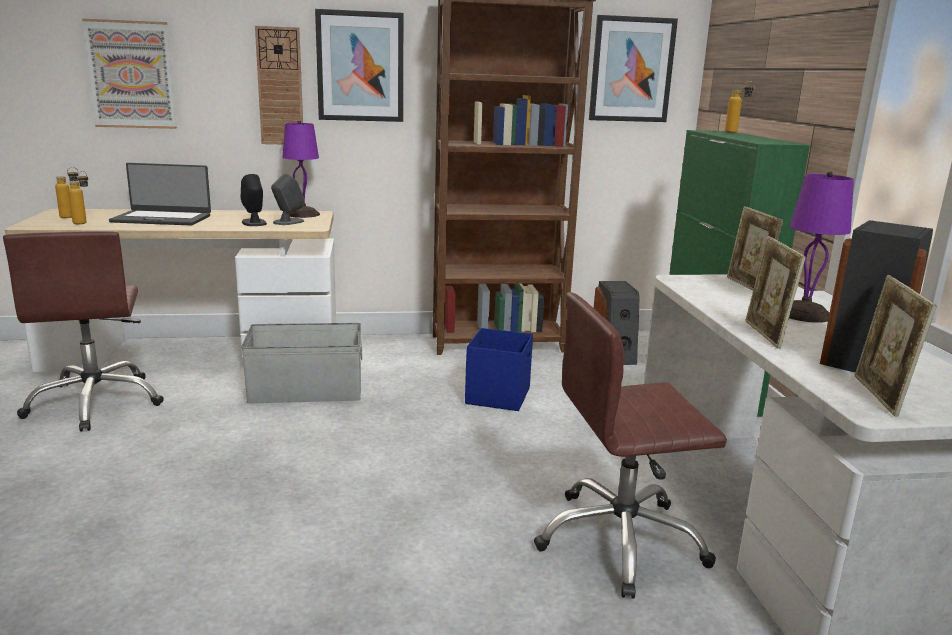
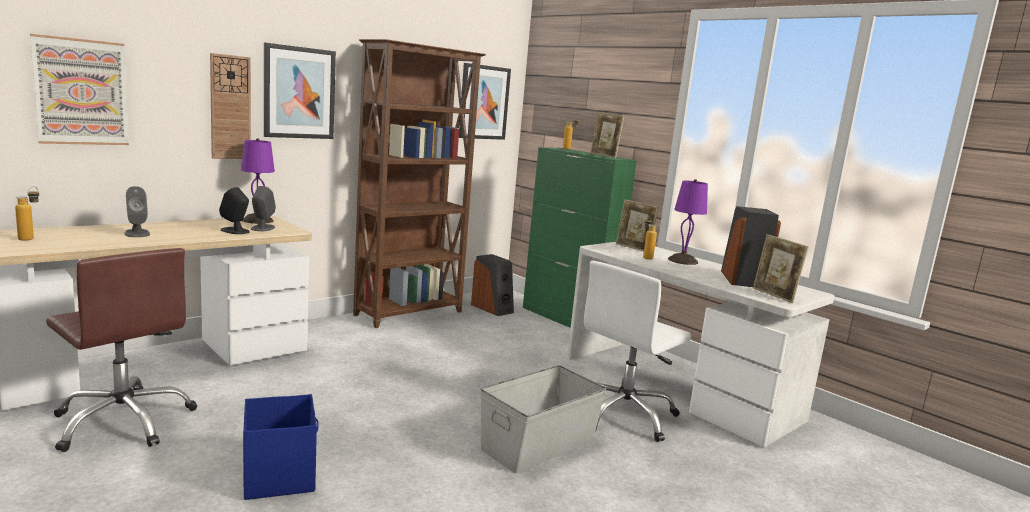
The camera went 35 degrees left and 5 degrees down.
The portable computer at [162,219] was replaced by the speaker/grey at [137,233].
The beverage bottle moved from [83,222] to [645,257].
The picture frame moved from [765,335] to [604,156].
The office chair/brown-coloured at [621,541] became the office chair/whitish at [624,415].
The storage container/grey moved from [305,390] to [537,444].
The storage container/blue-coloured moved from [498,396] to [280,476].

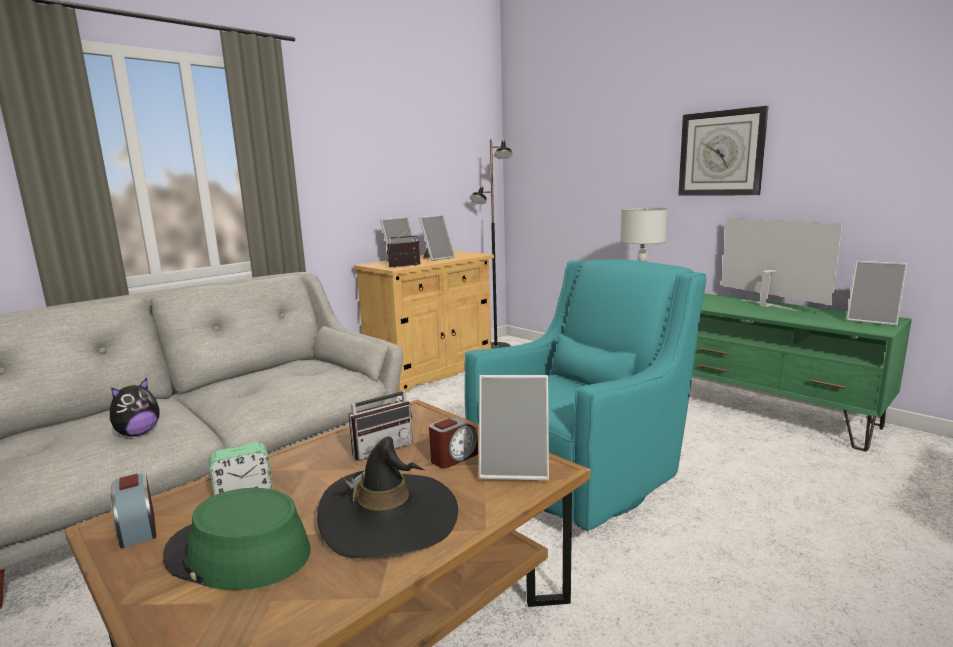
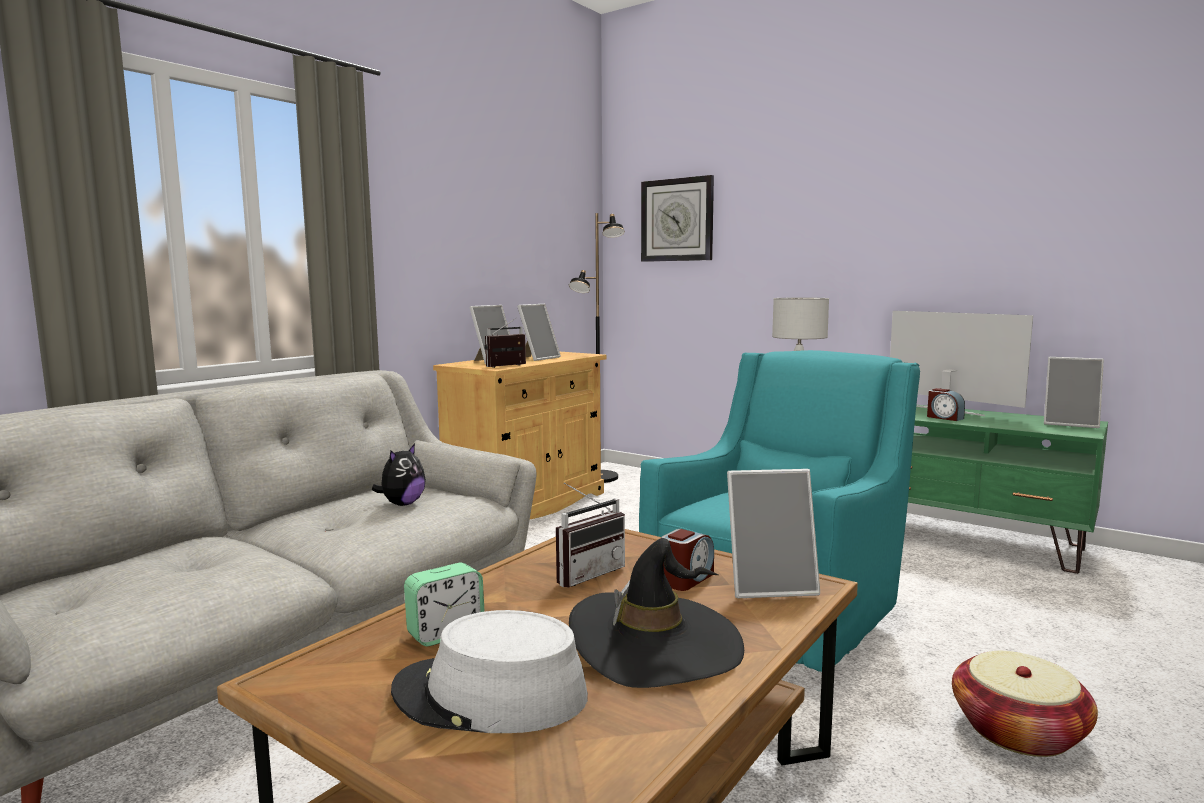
The camera went 10 degrees left and 5 degrees down.
The wall clock moved from [721,153] to [677,220].
The soft toy moved from [138,433] to [402,504].
The bedside clock moved from [137,529] to [944,418].
The hat/greenish at [238,553] became the hat/grey at [490,695].
The household basket at [1018,731] appeared.

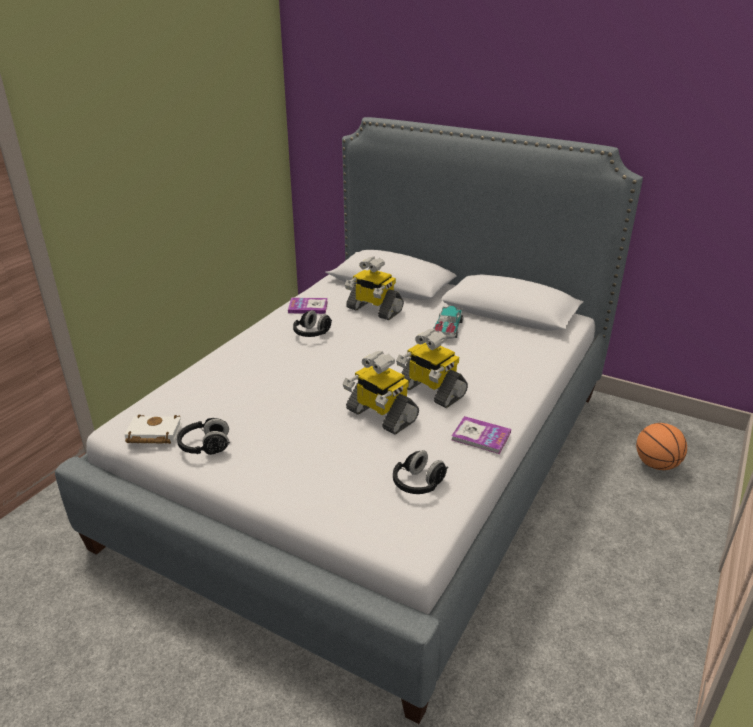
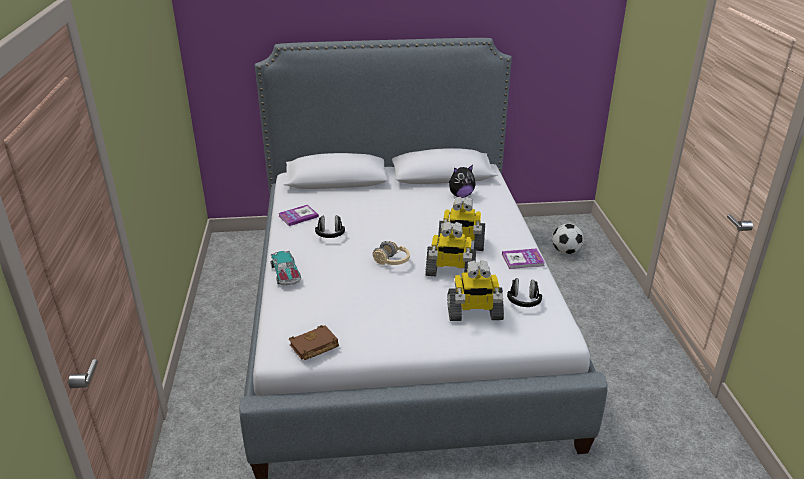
The camera went 35 degrees left and 0 degrees up.
The robot figure moved from [373,310] to [474,313].
The model car moved from [447,329] to [286,274].
The volume/whitish at [152,434] became the volume/brown-coloured at [313,347].
The headphones/blackish at [205,447] disappeared.
The ball for basketball at [656,464] was replaced by the football at [566,251].
The soft toy at [461,195] appeared.
The headphones/sand-coloured at [392,262] appeared.

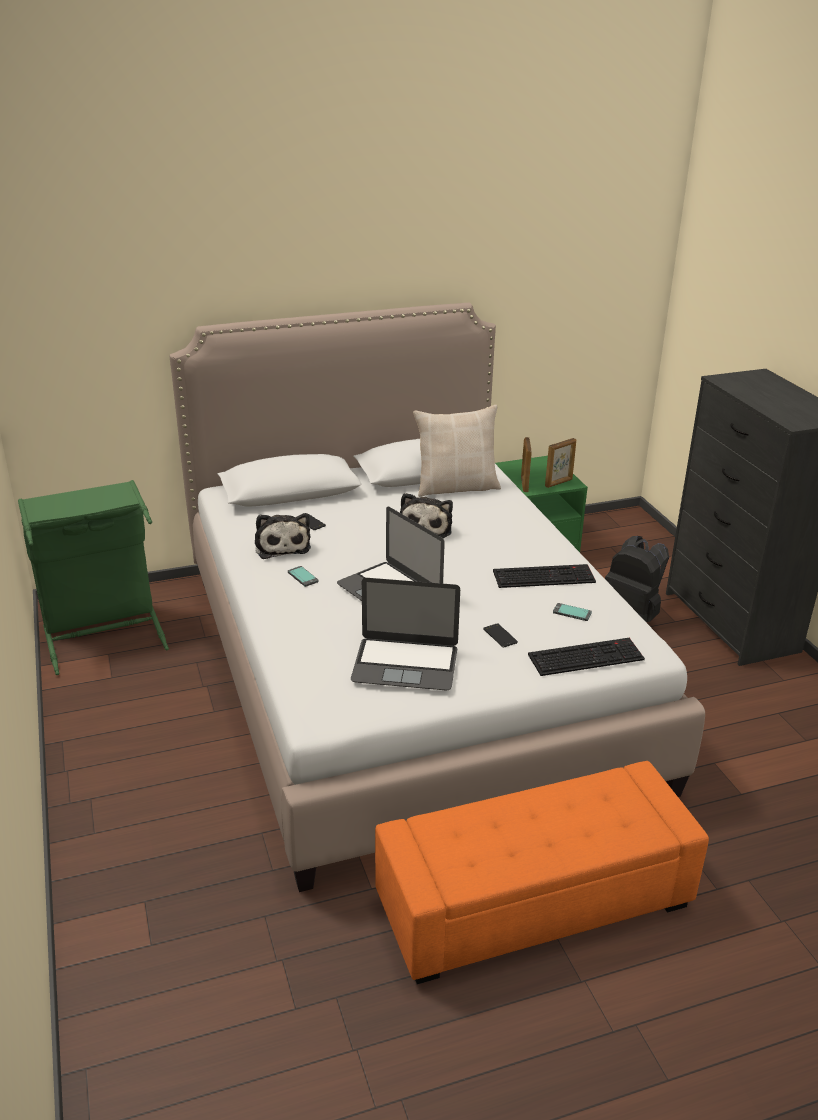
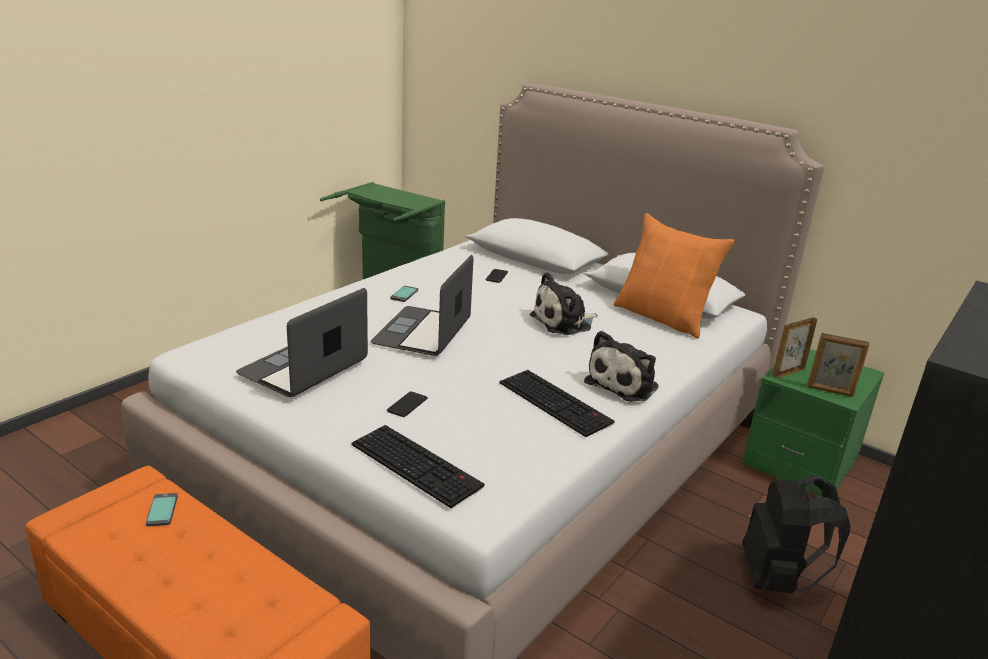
The camera went 55 degrees right and 5 degrees down.
The pillow/sand-coloured at [456,487] became the pillow/orange-coloured at [663,317].
The soft toy moved from [281,545] to [624,384].
The portable computer at [405,664] turned 60 degrees clockwise.
The phone moved from [572,613] to [162,510].

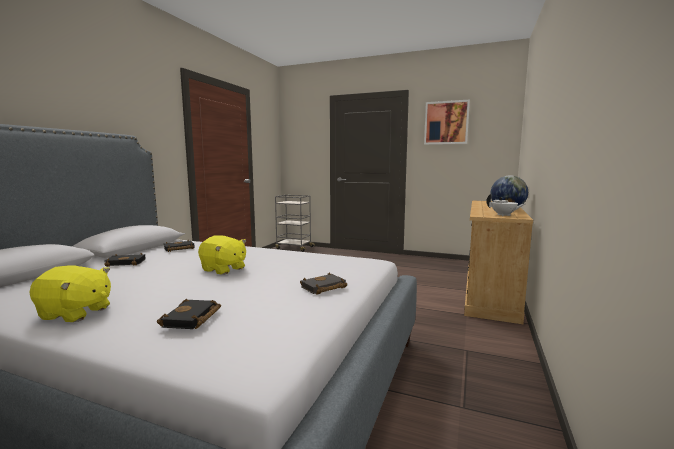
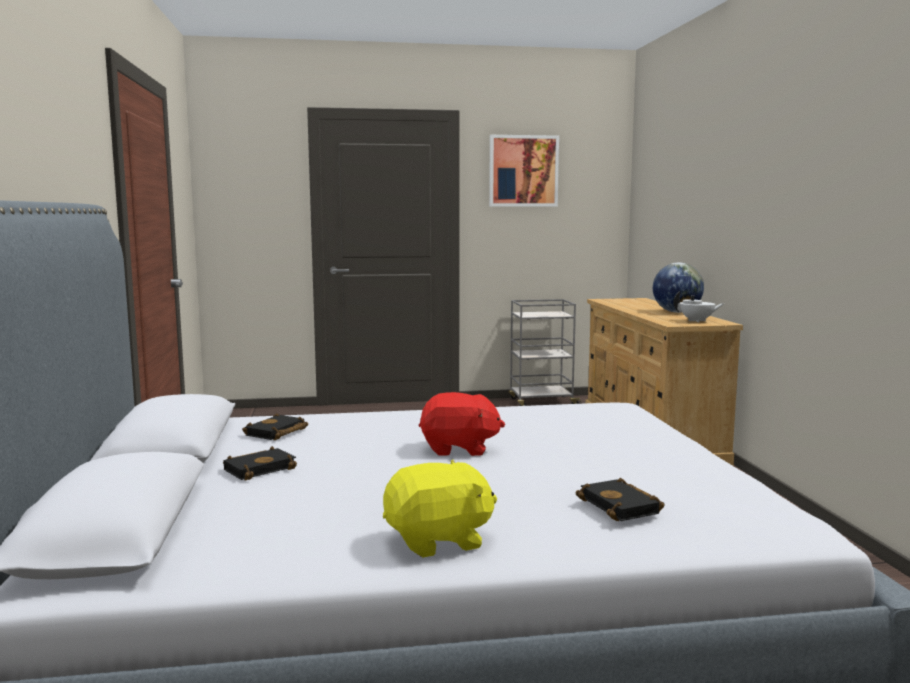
The camera went 30 degrees left and 0 degrees up.
The trolley/grey moved from [294,248] to [541,402].
The soft toy/yellowish at [223,269] became the soft toy/reddish at [459,449].
The volume/blackish at [323,288] disappeared.

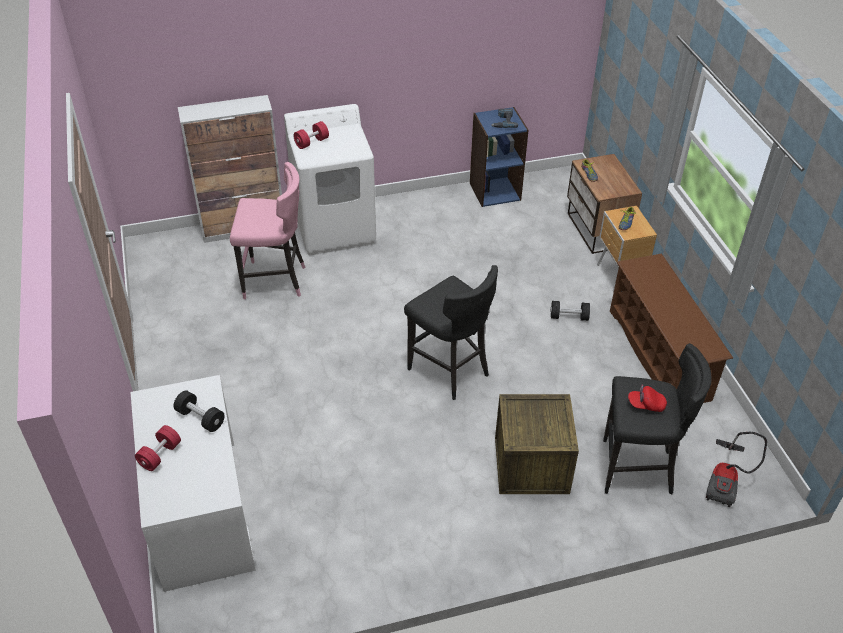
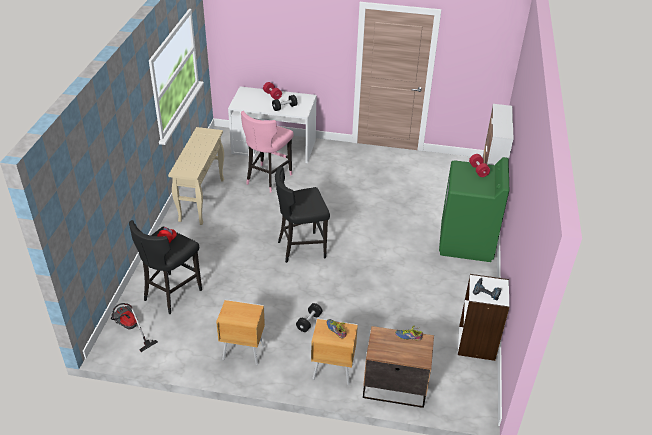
The camera went 115 degrees right and 5 degrees down.
The laundry appliance/whitish at [335,228] became the laundry appliance/greenish at [466,242].
The bookcase/blue-coloured at [495,191] became the bookcase/whitish at [477,343].
The sitting stool/pink-coloured moved from [275,281] to [267,179].
The shoe shelf/brown-coloured at [659,355] was replaced by the bedside table/brown-coloured at [242,352].
The crate at [531,465] disappeared.
The hall table/sand-coloured at [202,200] appeared.

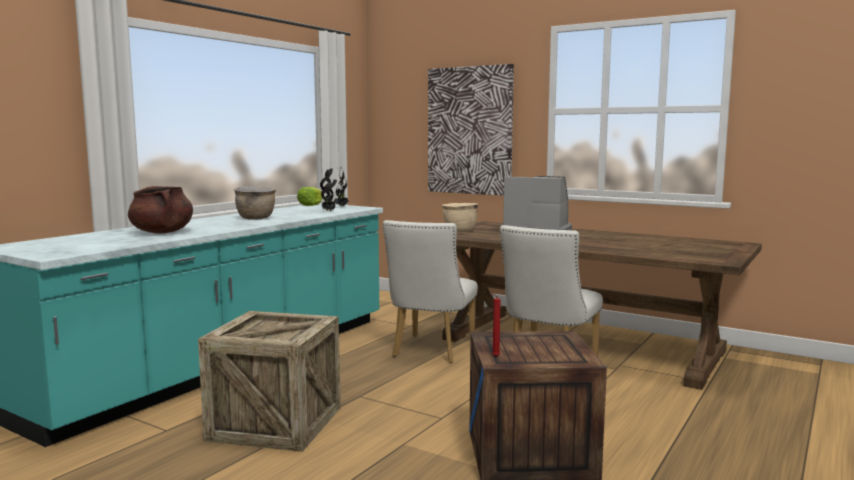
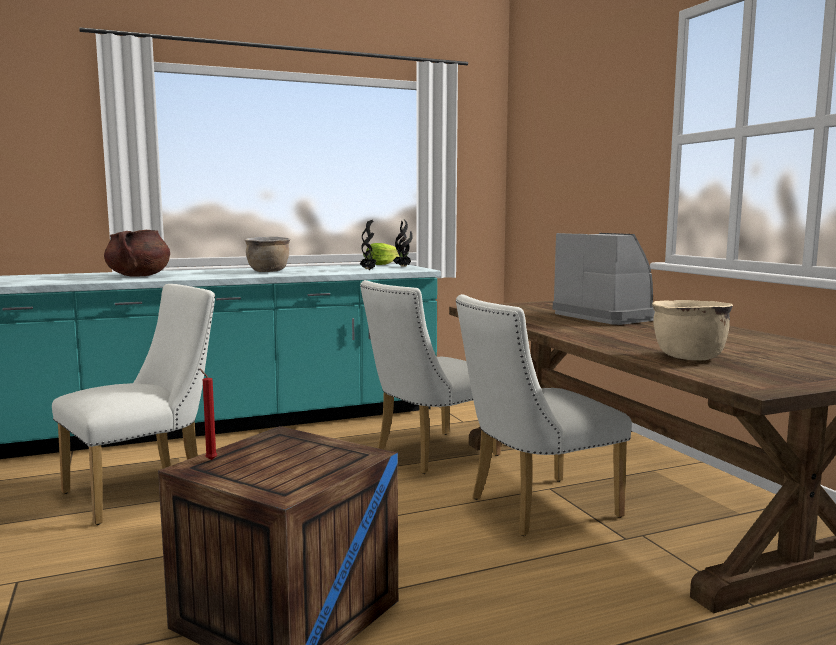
The camera went 35 degrees right and 0 degrees up.
The wall picture at [470,130] disappeared.
The cooking pot/sand-coloured moved from [459,230] to [688,357].
The crate at [275,423] was replaced by the chair/whitish at [146,490].

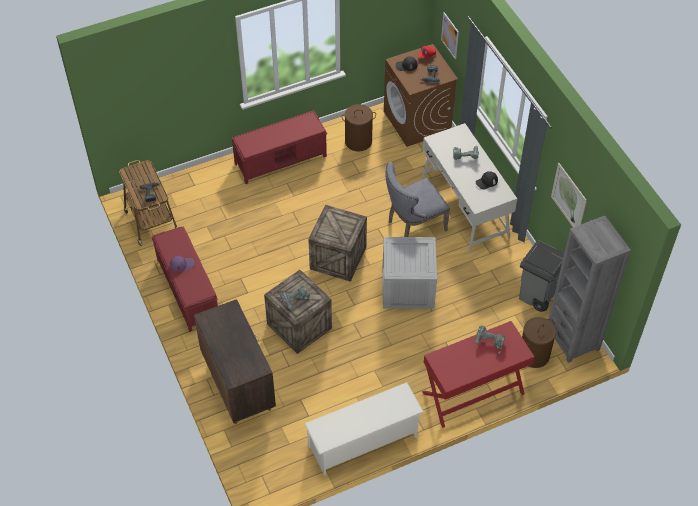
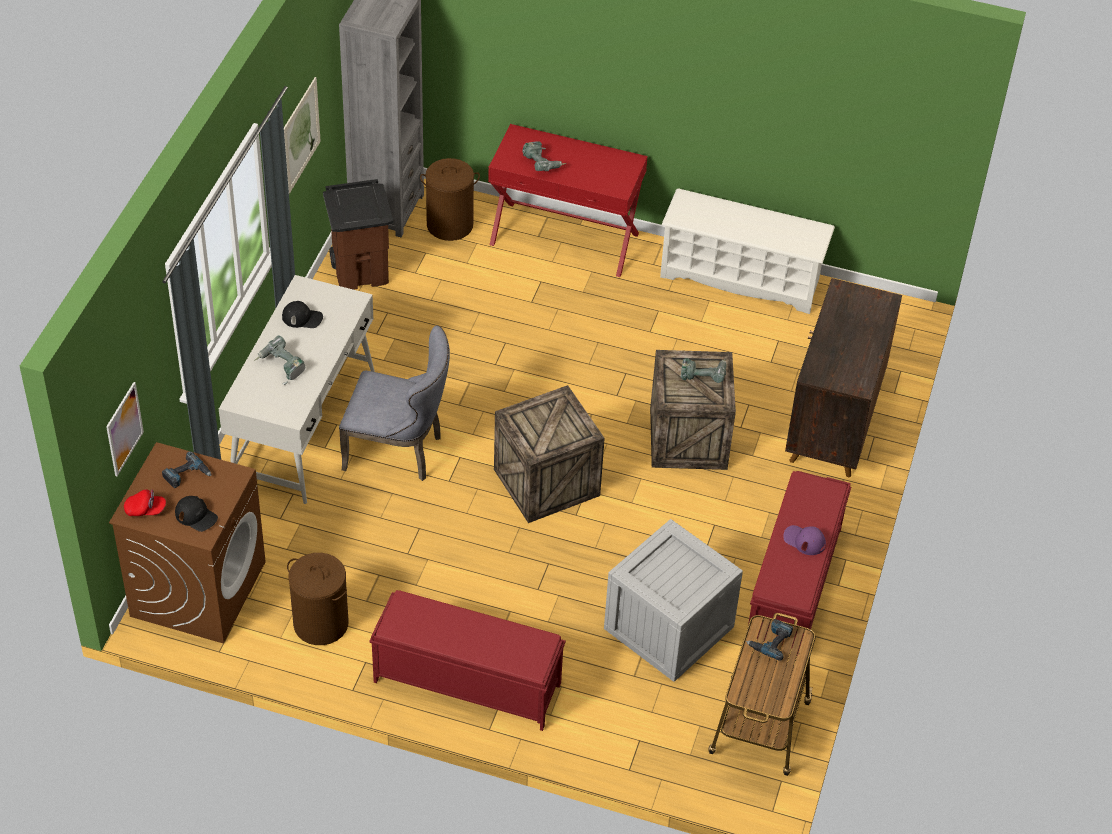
The camera went 140 degrees left and 5 degrees down.
The crate moved from [408,288] to [668,626].
The waste bin/grey at [538,296] became the waste bin/brown-coloured at [361,271].

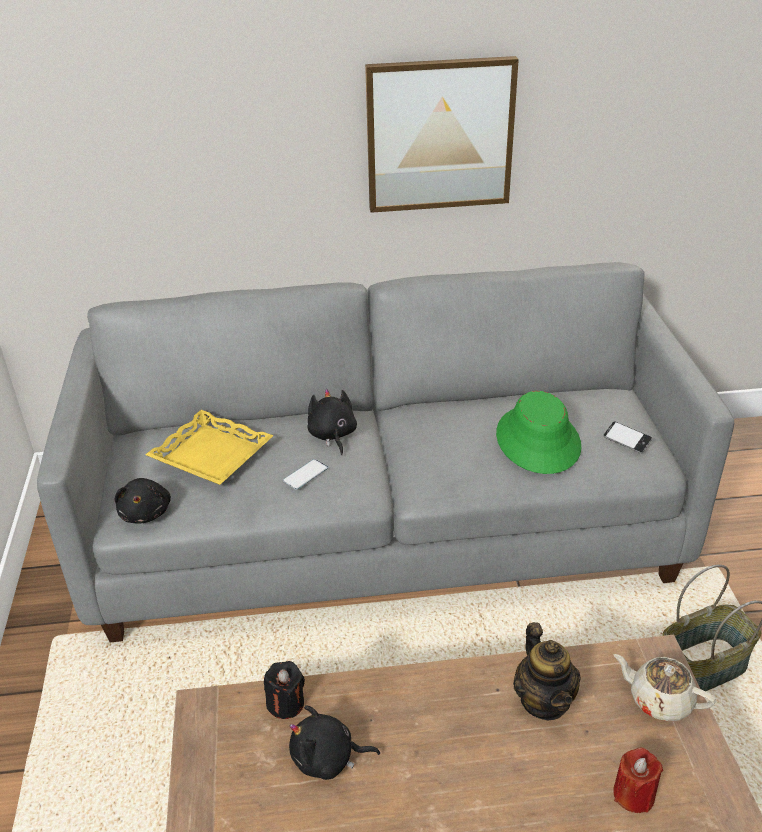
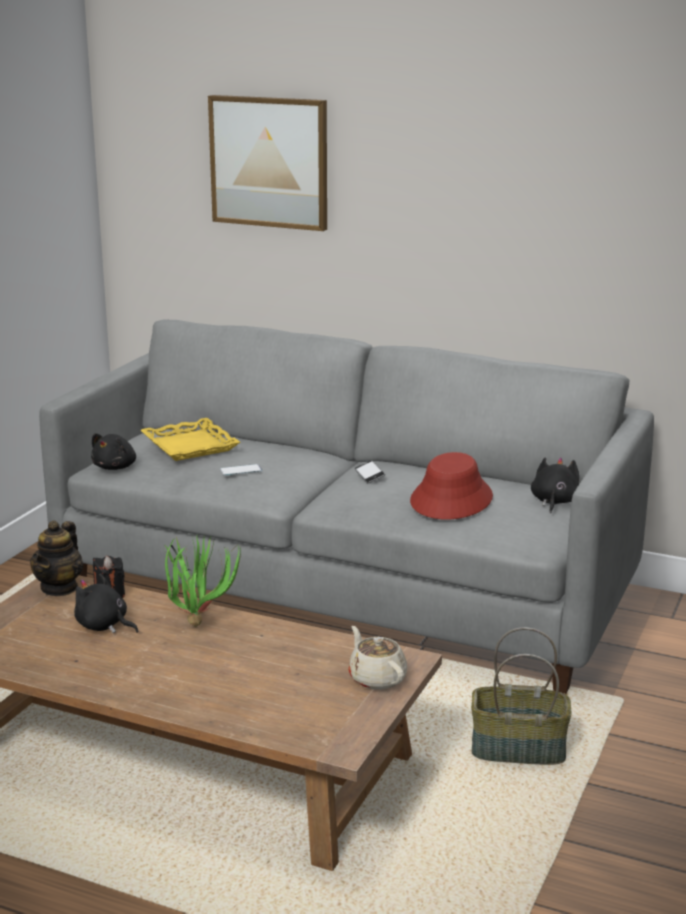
The camera went 30 degrees right and 15 degrees down.
The wall picture moved from [439,135] to [269,162].
The soft toy/blackish moved from [332,435] to [554,502].
The hat/greenish at [538,440] became the hat/reddish at [451,499].
The phone moved from [626,440] to [369,475].
The teapot moved from [544,701] to [60,588].
The wax candle/reddish at [633,794] disappeared.
The potted plant at [198,619] appeared.

